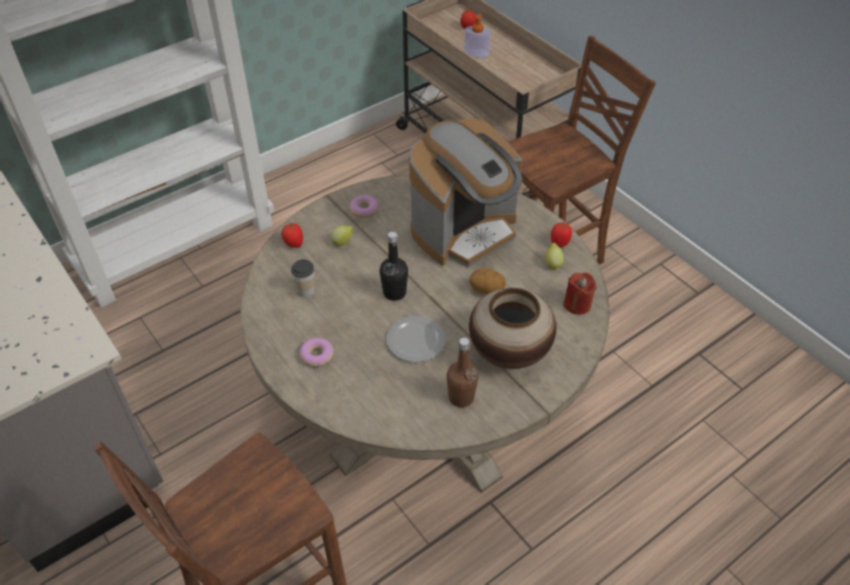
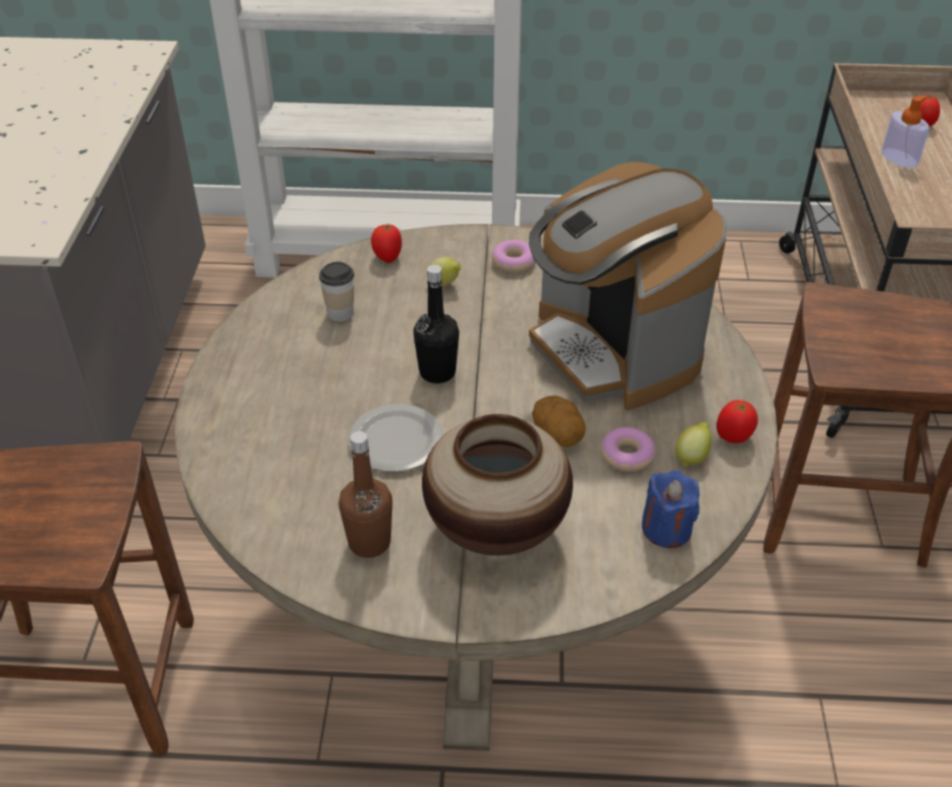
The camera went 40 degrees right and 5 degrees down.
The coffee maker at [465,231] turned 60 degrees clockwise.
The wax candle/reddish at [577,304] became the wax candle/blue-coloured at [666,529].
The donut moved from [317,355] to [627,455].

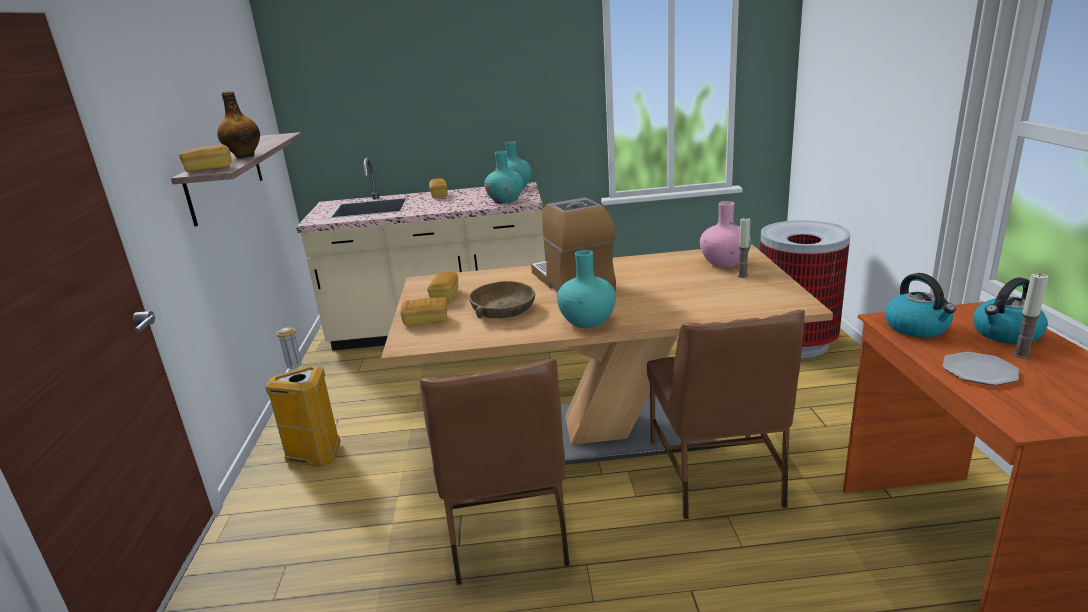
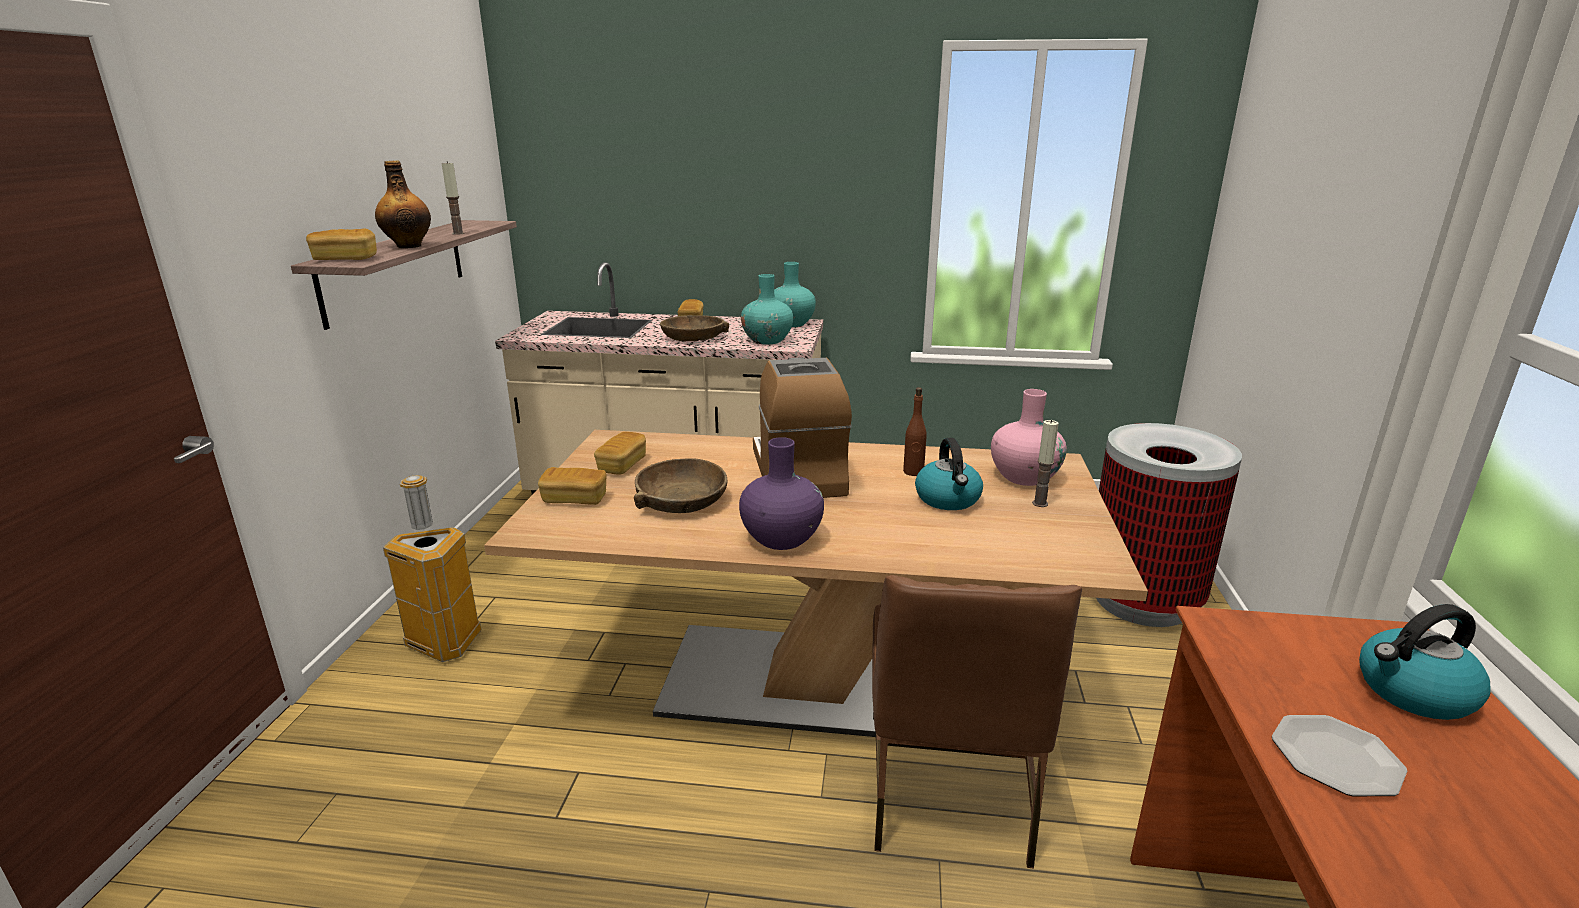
The camera went 10 degrees right and 0 degrees up.
The vase/turquoise-coloured at [587,321] became the vase/purplish at [781,538].
The tea kettle moved from [917,328] to [948,499].
The wax candle moved from [1021,355] to [458,233].
The chair/brown-coloured at [506,531] disappeared.
The bowl/brown-coloured at [693,337] appeared.
The beverage bottle/brown-coloured at [913,472] appeared.

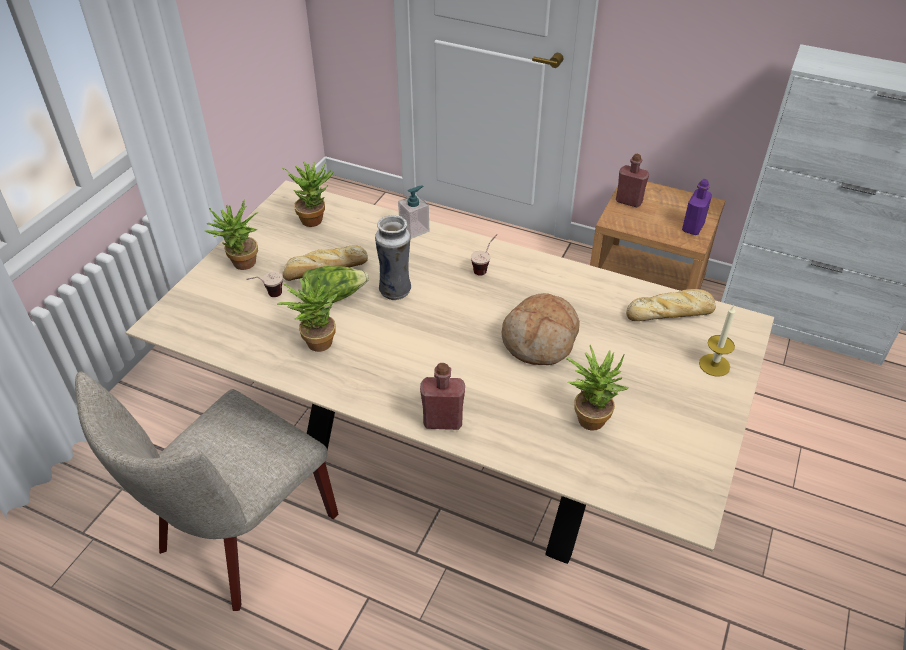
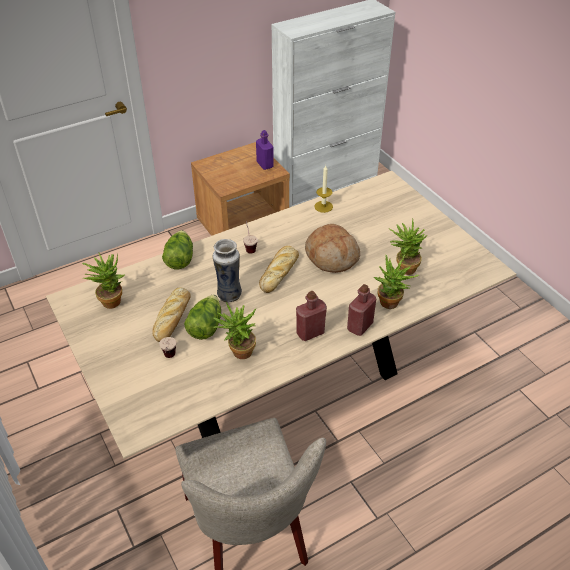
The camera went 55 degrees left and 0 degrees up.
The beverage bottle/reddish moved from [629,201] to [310,333].
The liquid soap bottle at [414,229] was replaced by the lettuce head at [179,258].
The potted plant moved from [241,265] to [391,305].
The bakery bread moved from [671,312] to [279,271].
The wax candle moved from [714,365] to [323,206].

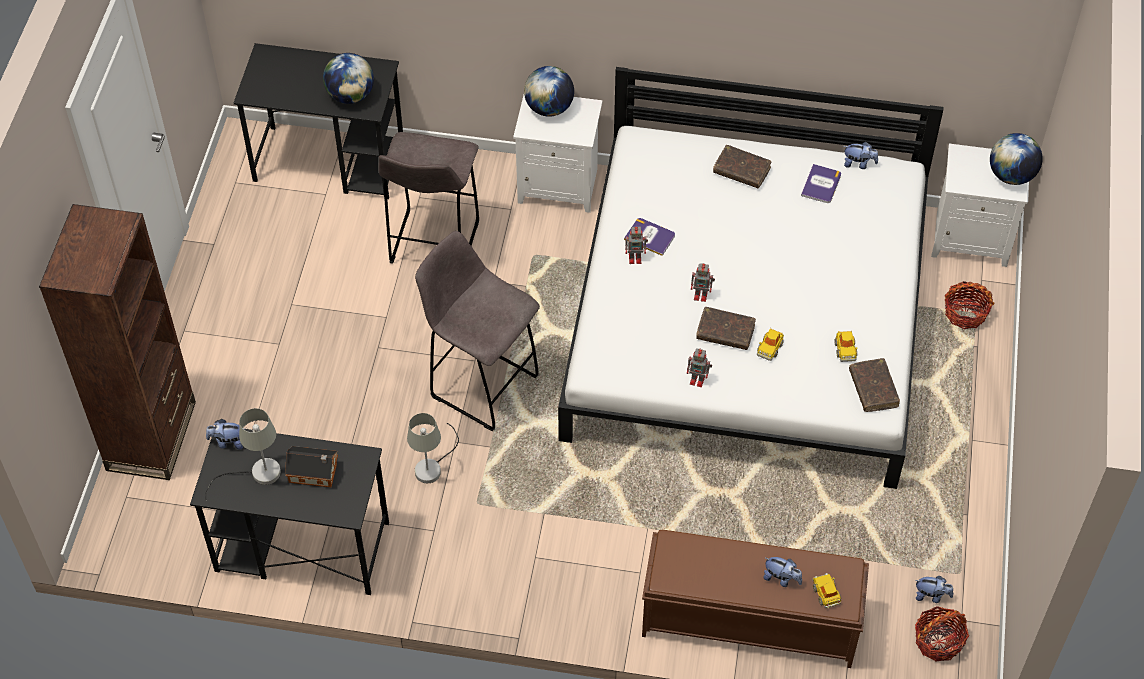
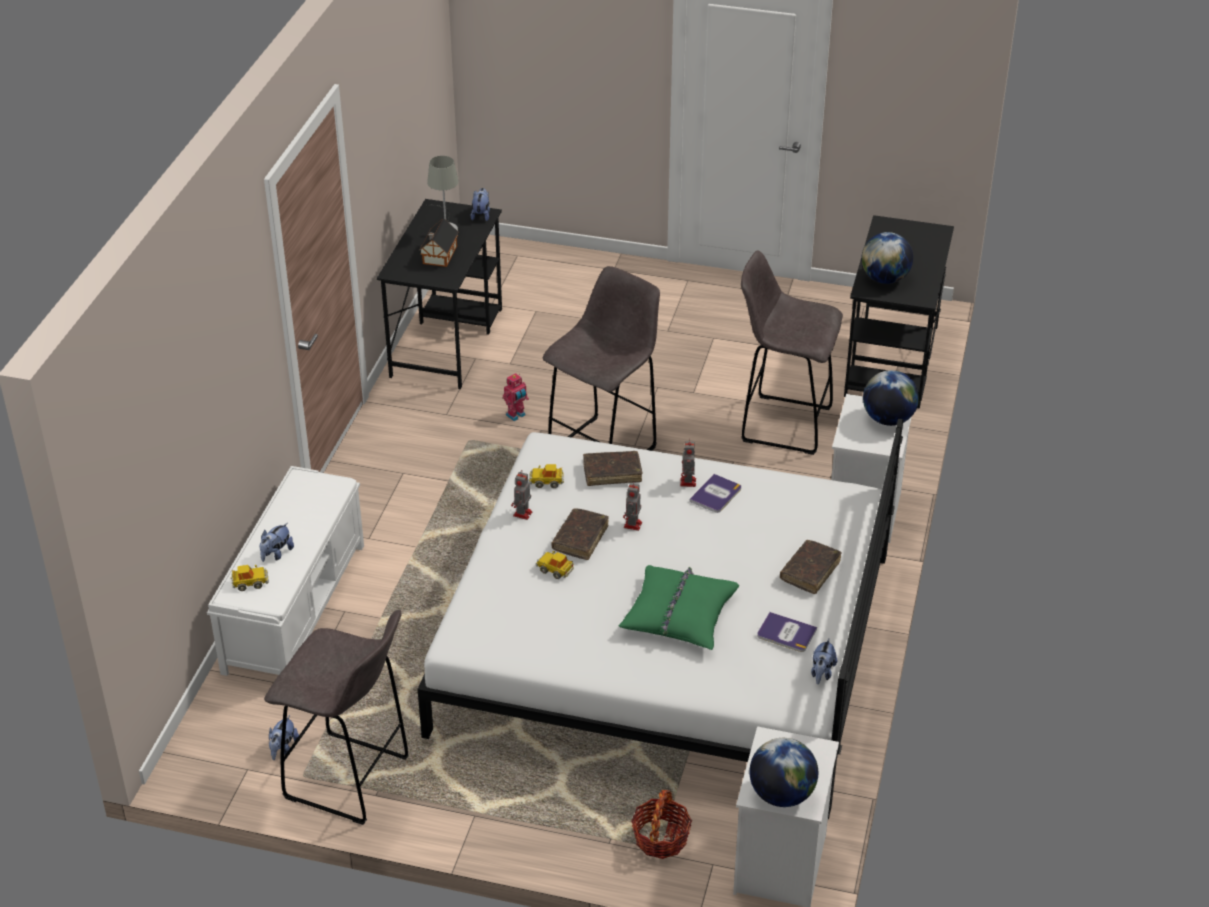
The camera went 95 degrees right and 15 degrees down.
The bookcase/brown-coloured at [151,436] disappeared.
The model car moved from [845,350] to [546,481].
The volume/brown-coloured moved from [873,389] to [612,473].
The lamp for a table/grey at [432,466] was replaced by the robot figure at [516,415].
The bench/brown-coloured at [748,620] became the bench/whitish at [295,606].
The household basket at [938,641] disappeared.
The pillow/greenish at [679,615] appeared.
The sitting stool/grey at [350,779] appeared.

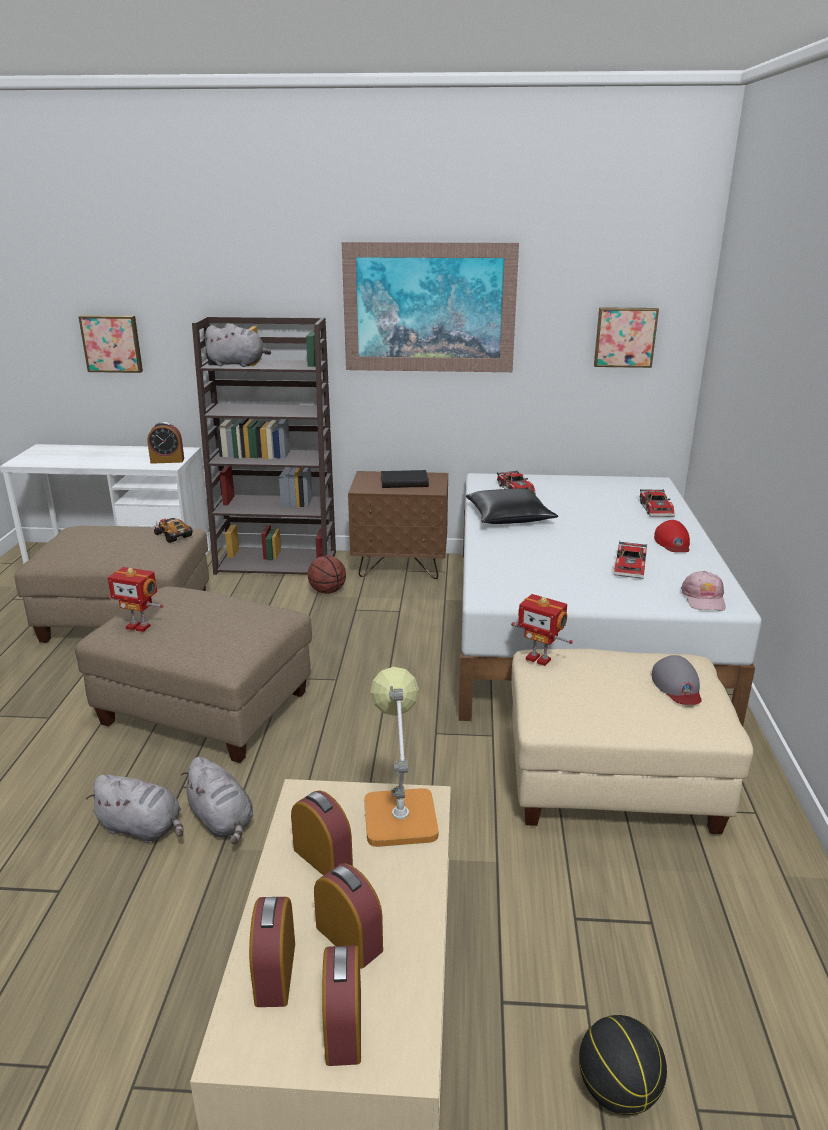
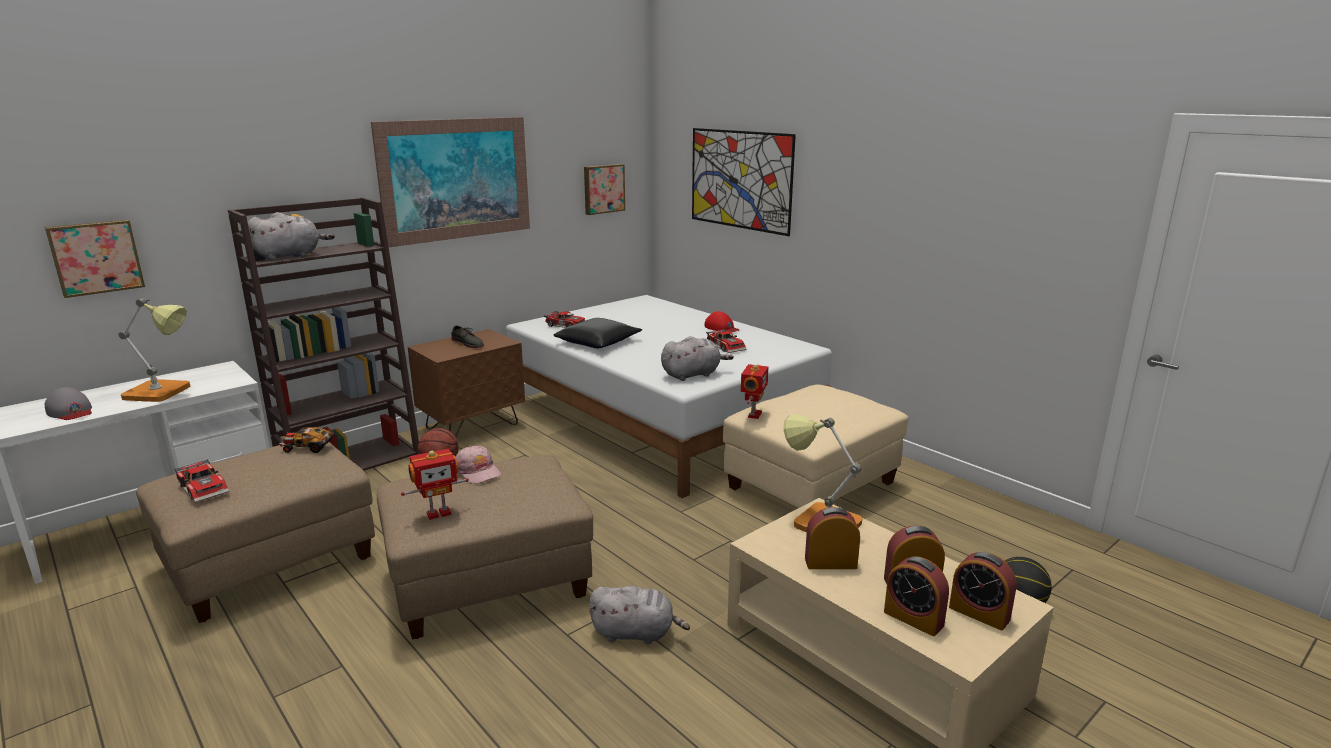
The camera went 45 degrees left and 5 degrees down.
The bedside clock at [167,460] disappeared.
The volume/blackish at [404,482] was replaced by the low shoe/grey at [468,343].
The model car moved from [657,509] to [205,487].
The cap/pink-coloured moved from [704,599] to [477,471].
The robot figure at [539,659] turned 60 degrees counterclockwise.
The cap/grey moved from [677,686] to [70,411].
The soft toy/grey moved from [143,828] to [693,374].
The wall picture at [740,179] appeared.
The lamp for a table at [164,392] appeared.

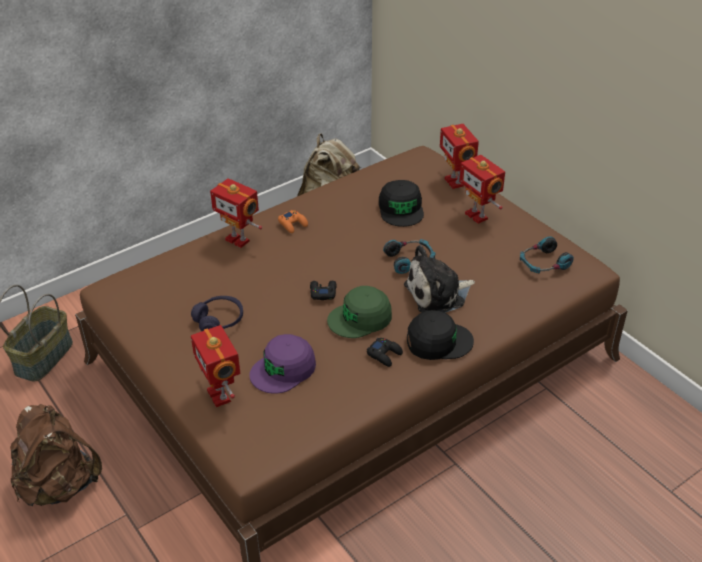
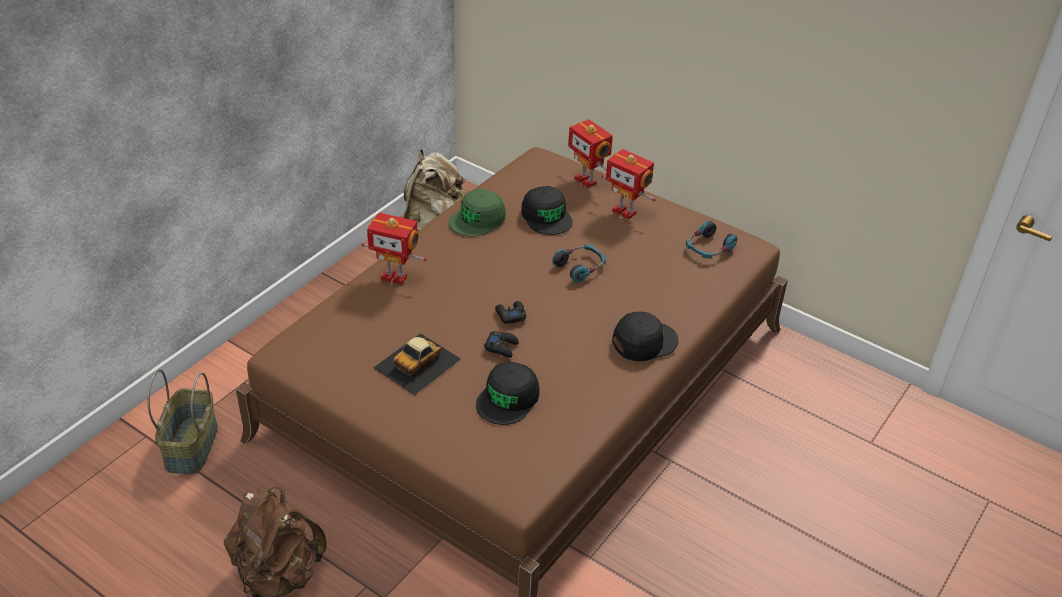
The camera went 20 degrees left and 0 degrees up.
The joypad/orange-coloured at [293,224] disappeared.
The soft toy at [438,294] disappeared.
The cap/greenish moved from [360,318] to [478,219].
The headphones/purplish at [219,320] was replaced by the model car at [418,363].
The robot figure at [221,395] disappeared.
The cap/purplish at [283,369] became the cap/blackish at [508,399].
The joypad/blackish moved from [384,354] to [501,347].

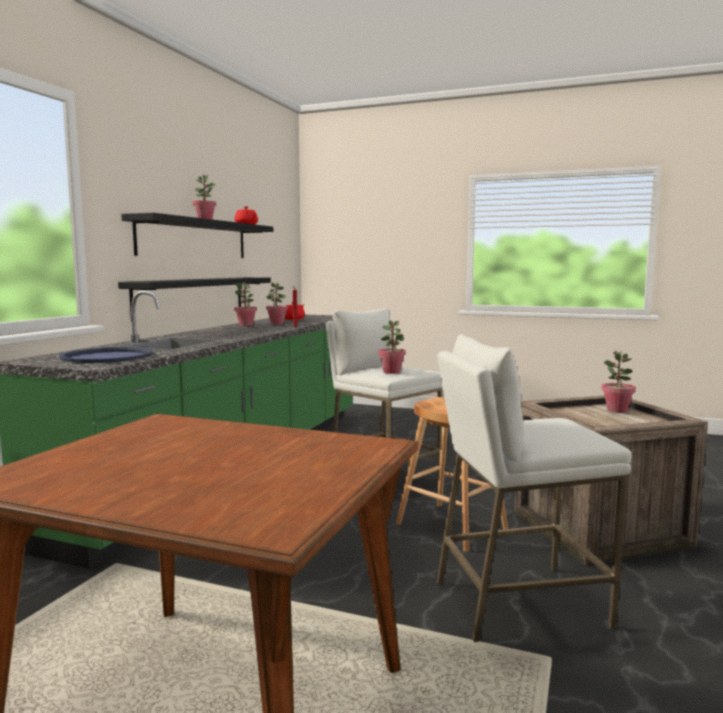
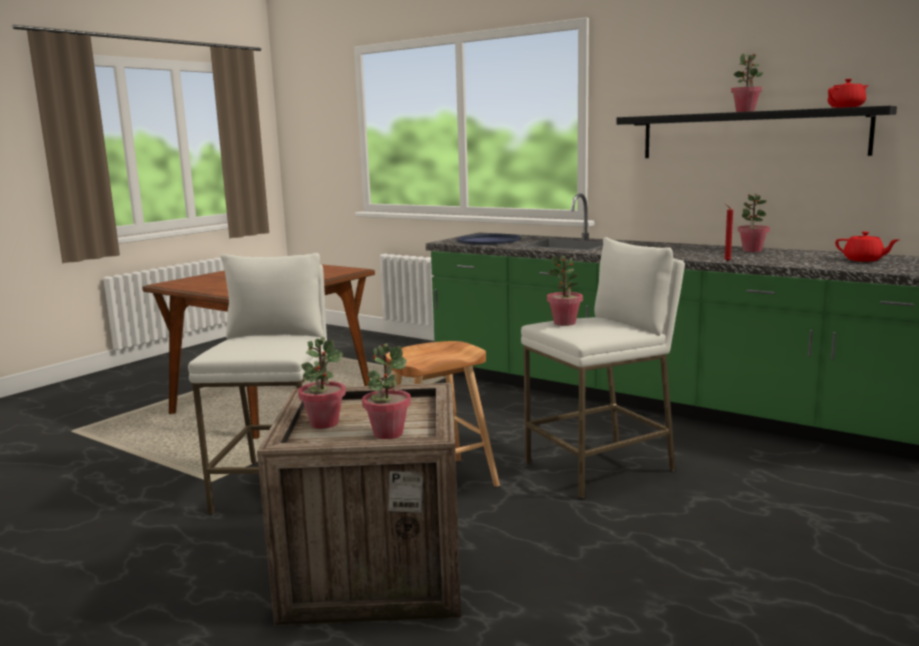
The camera went 105 degrees right and 5 degrees up.
The shelf/blackish at [192,296] disappeared.
The potted plant moved from [277,323] to [324,423].

